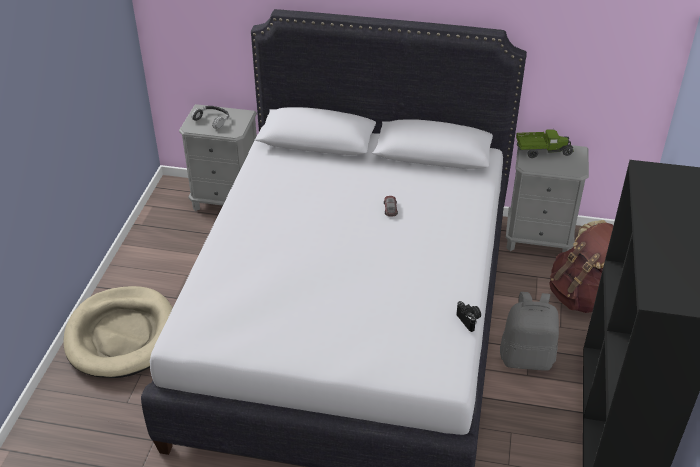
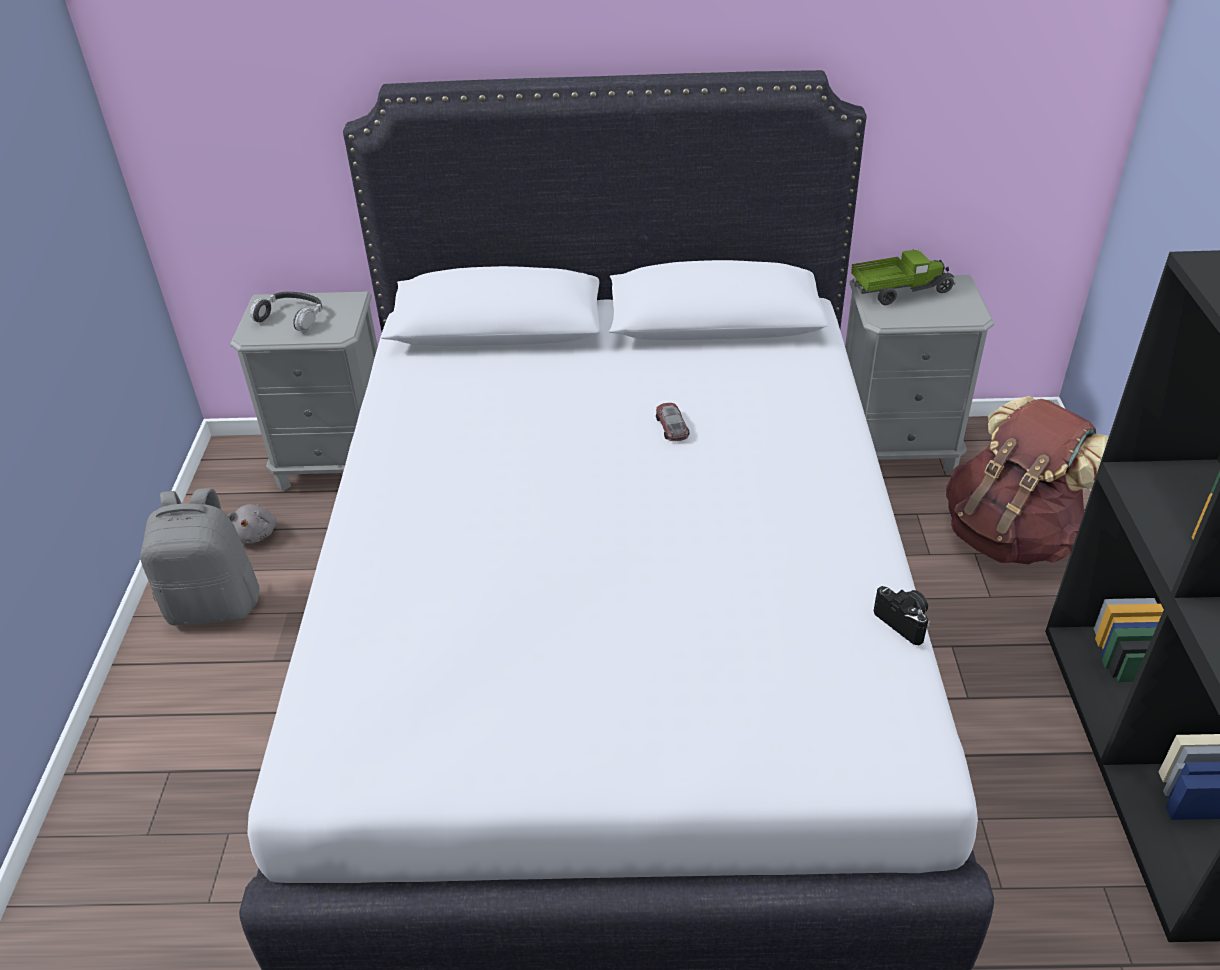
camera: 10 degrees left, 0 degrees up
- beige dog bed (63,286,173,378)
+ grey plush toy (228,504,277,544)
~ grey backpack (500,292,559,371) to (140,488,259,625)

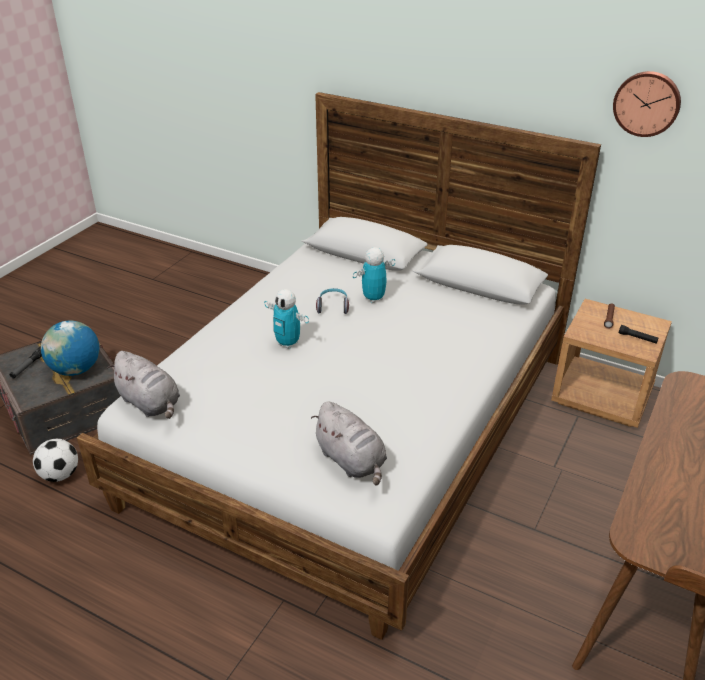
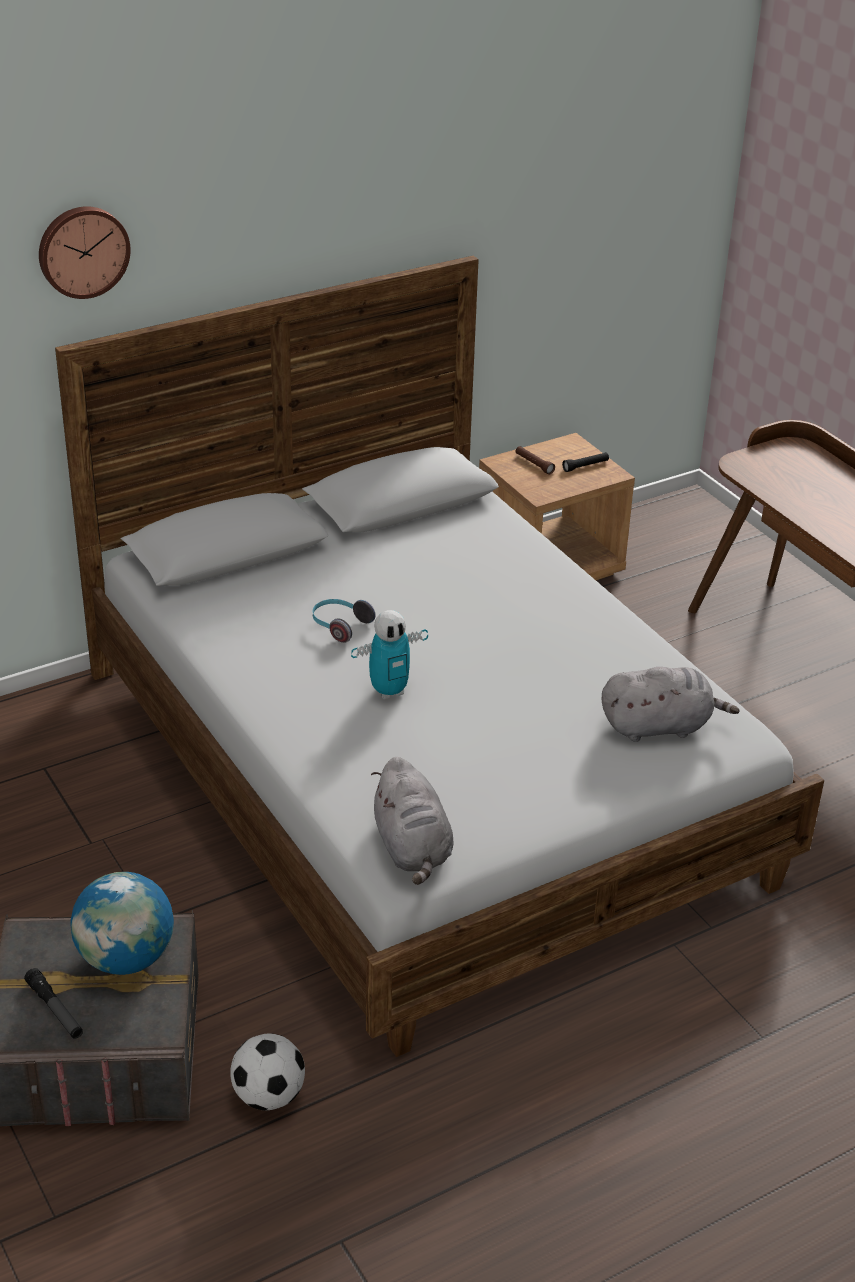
camera: 60 degrees left, 0 degrees up
- toy robot (353,247,395,303)
~ wall clock (613,71,681,137) to (39,206,131,299)
~ grey plush toy (107,351,180,419) = (371,757,453,885) 90 degrees clockwise

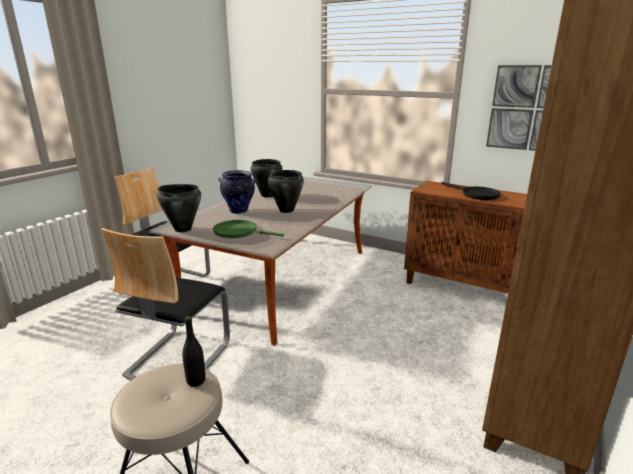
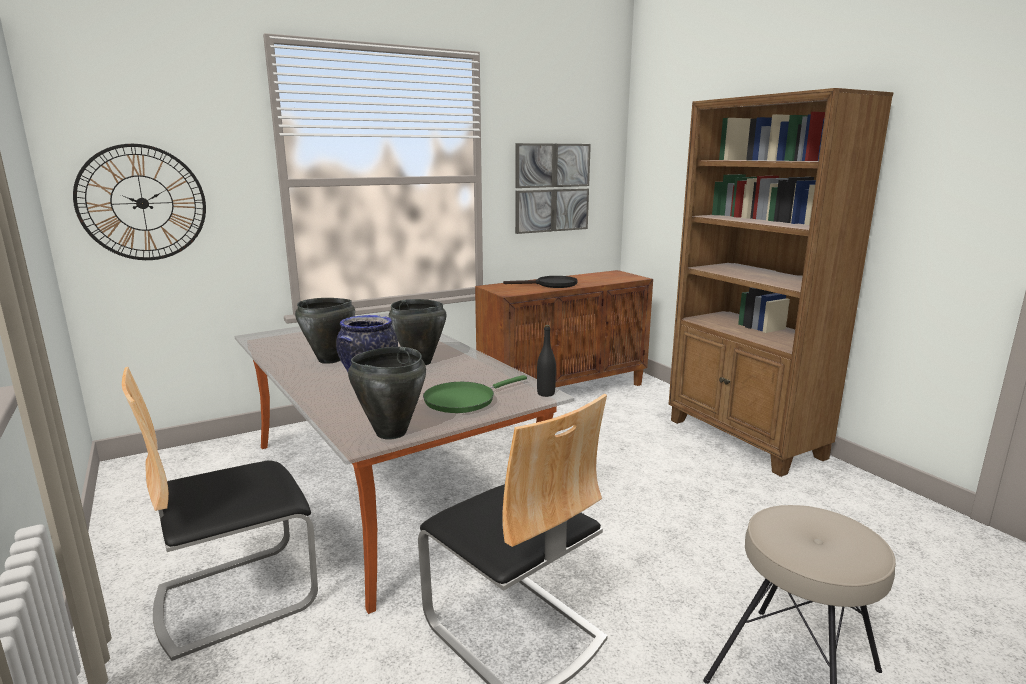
camera: 60 degrees left, 5 degrees down
+ wall clock (73,144,206,260)
~ black bottle (182,316,206,387) to (537,325,556,397)

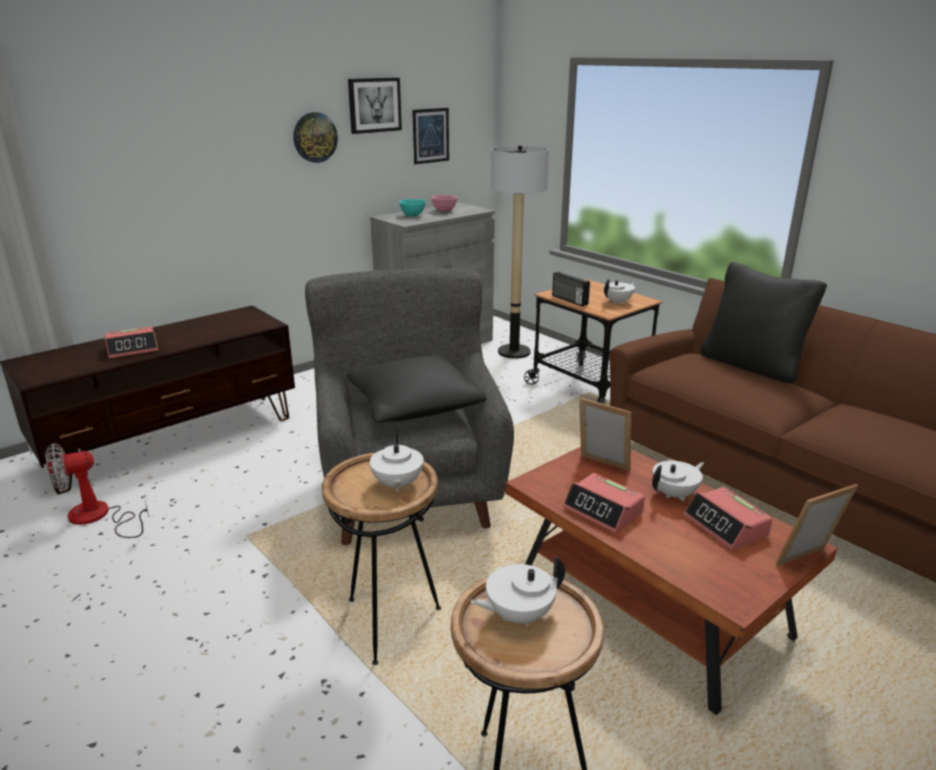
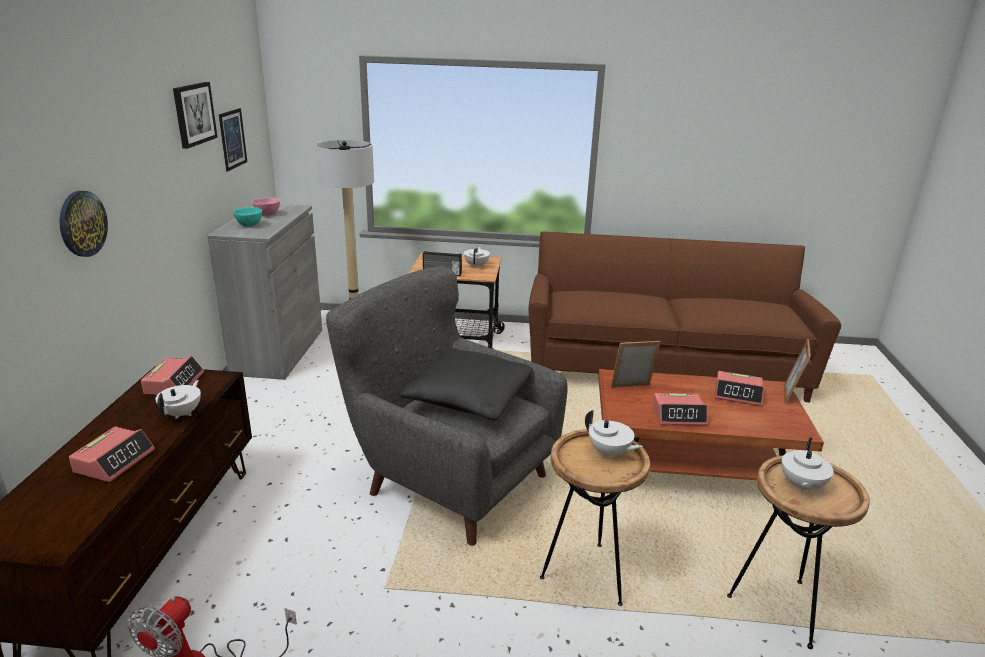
camera: 45 degrees left, 0 degrees up
- black pillow (700,262,827,383)
+ alarm clock (141,356,204,395)
~ wall clock (293,112,338,163) to (60,191,108,257)
~ white teapot (652,461,704,501) to (155,380,201,419)

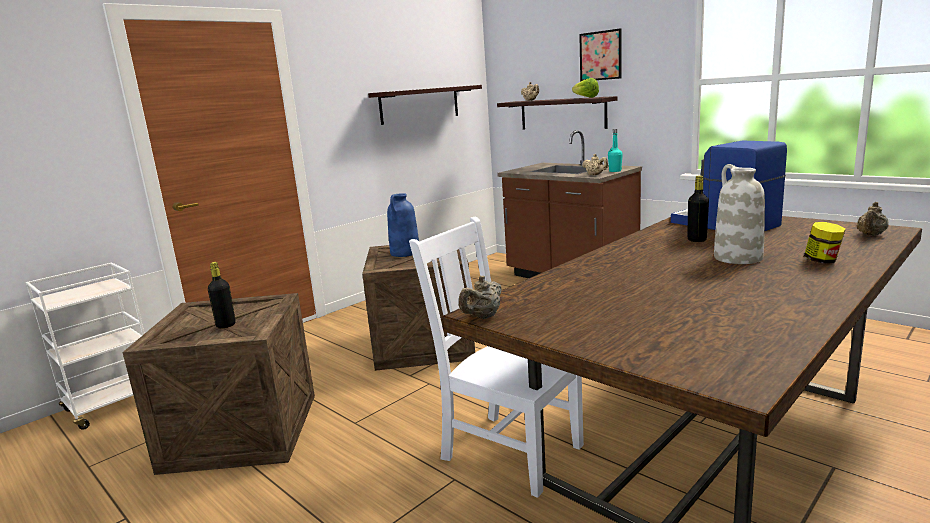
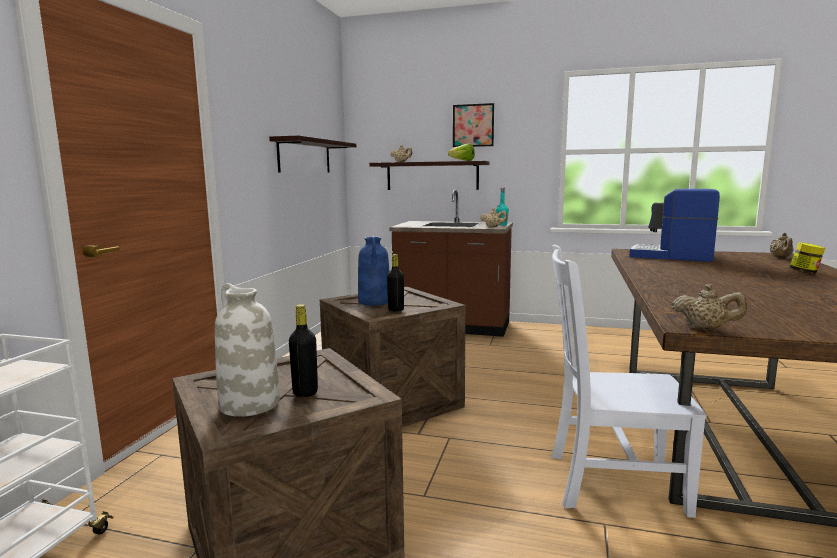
camera: 30 degrees left, 5 degrees down
~ black bottle (687,175,709,242) to (387,254,404,312)
~ white vase (714,164,765,264) to (215,283,280,417)
~ beige teapot (459,276,502,319) = (672,284,747,330) 75 degrees counterclockwise

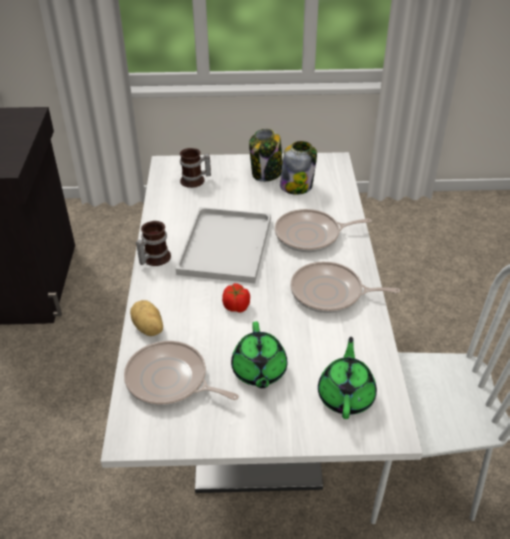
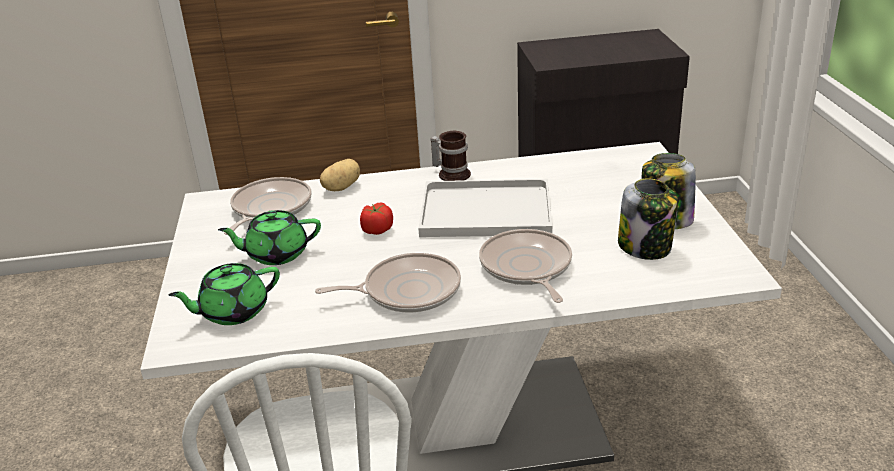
camera: 85 degrees right, 10 degrees down
- mug (180,148,211,188)
~ frying pan (290,261,400,313) = (315,253,461,313) 75 degrees clockwise
~ green teapot (318,337,377,419) = (169,263,280,325) 150 degrees clockwise

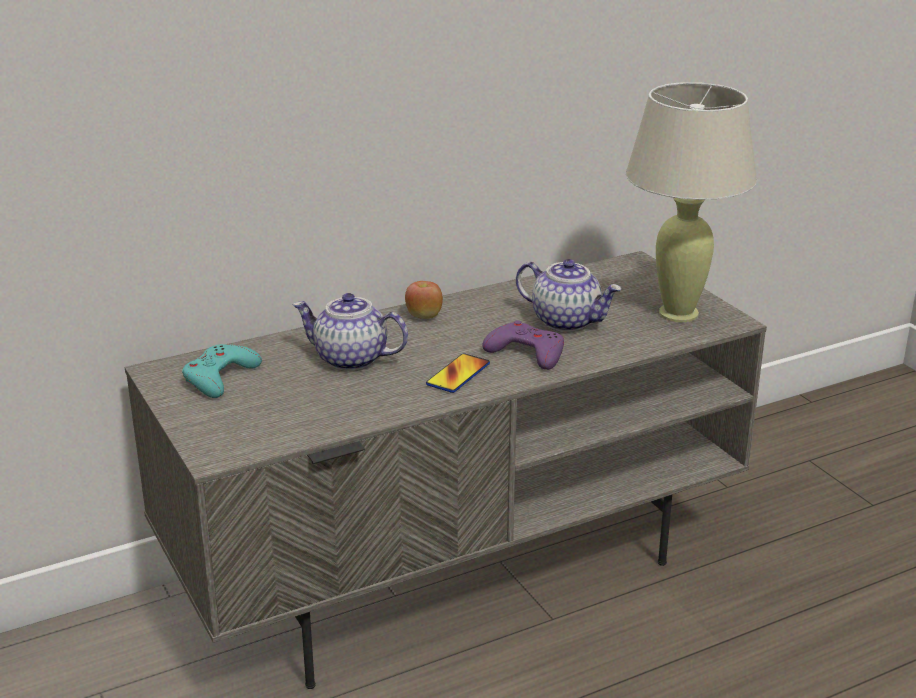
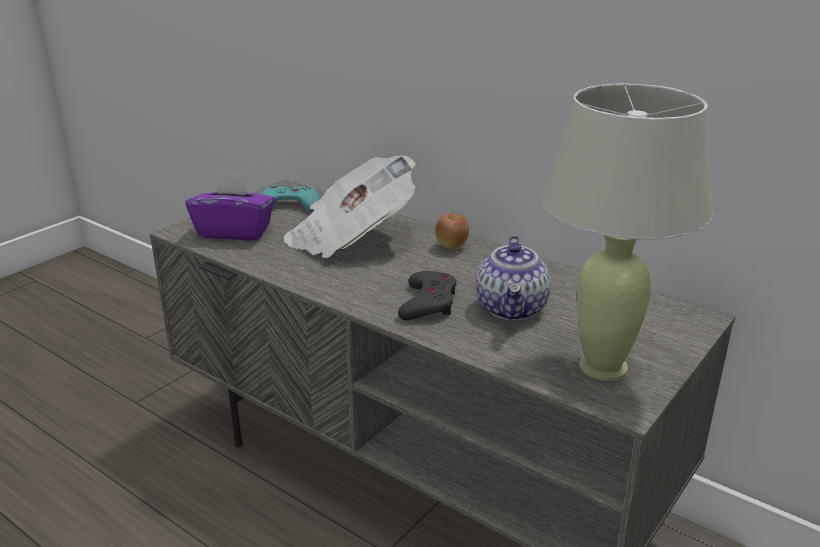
camera: 65 degrees right, 0 degrees up
- phone (426,353,490,393)
+ purple tissue box (186,172,275,241)
~ teapot (292,293,408,371) to newspaper (284,155,416,258)
~ purple game controller (482,320,564,370) to grey game controller (398,271,457,320)

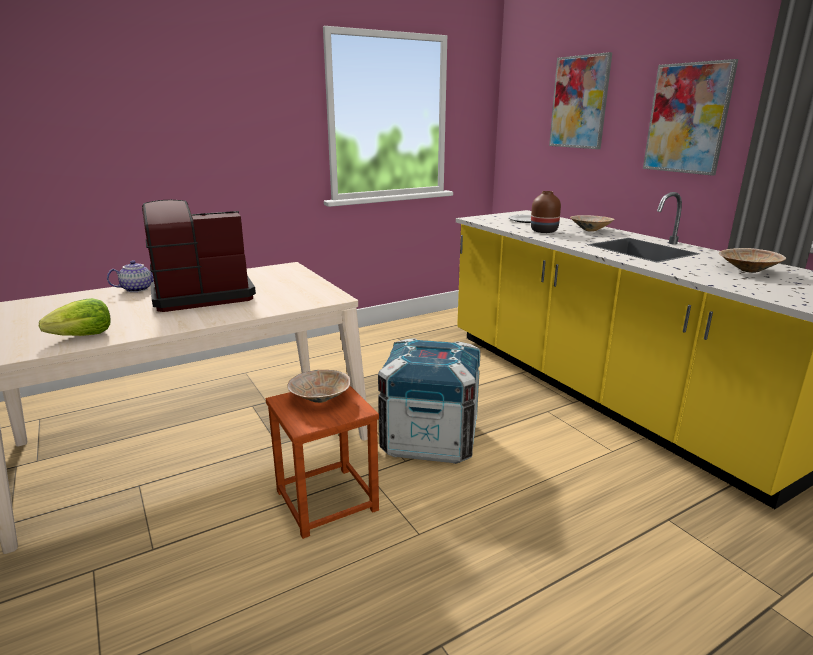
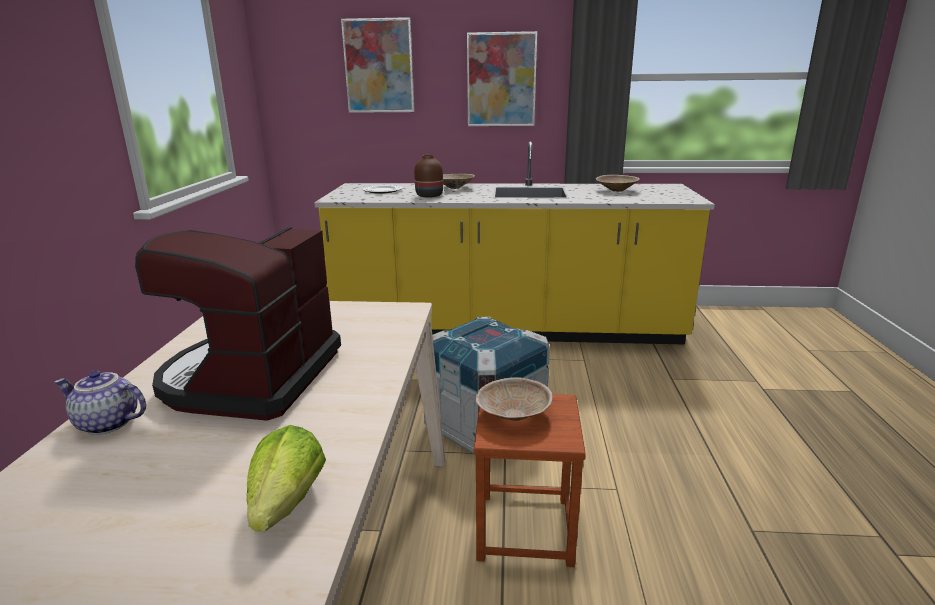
camera: 55 degrees left, 0 degrees up
~ teapot (107,260,154,292) = (55,370,146,435) 75 degrees counterclockwise

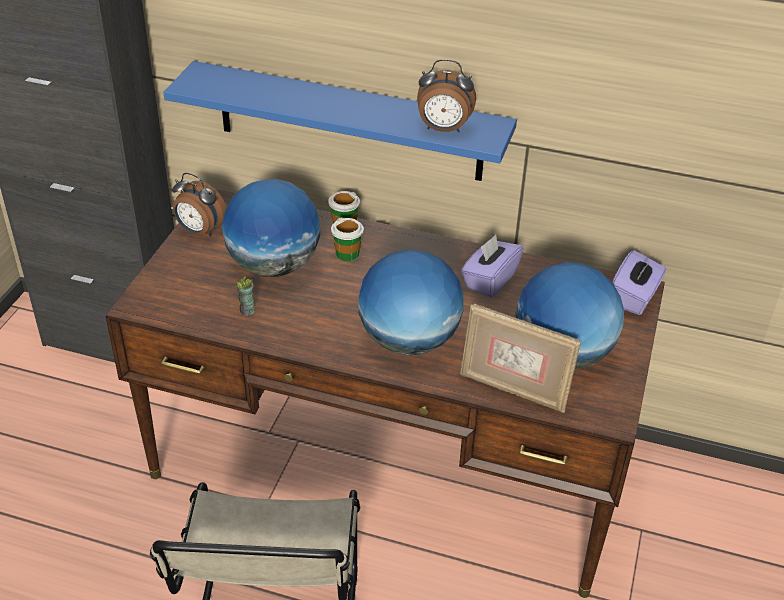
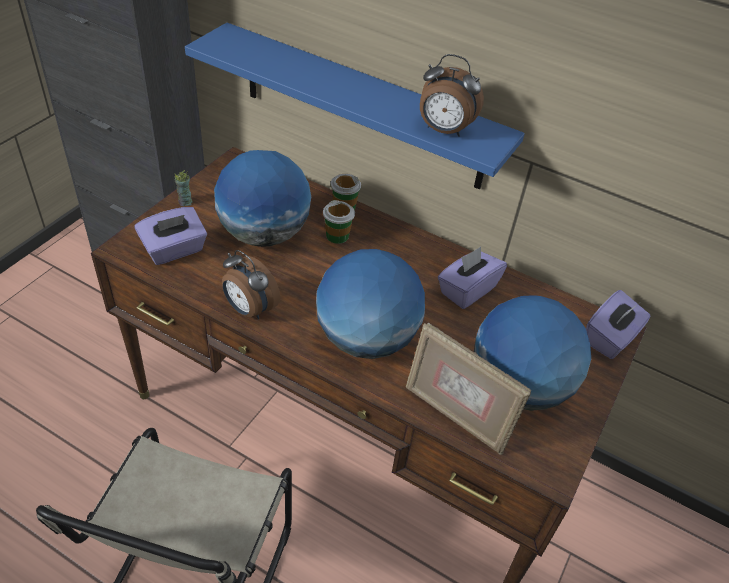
camera: 10 degrees right, 5 degrees up
+ purple tissue box (134,207,207,265)
~ alarm clock (172,173,227,237) to (222,250,280,319)
~ cup (236,276,255,316) to (175,170,193,206)

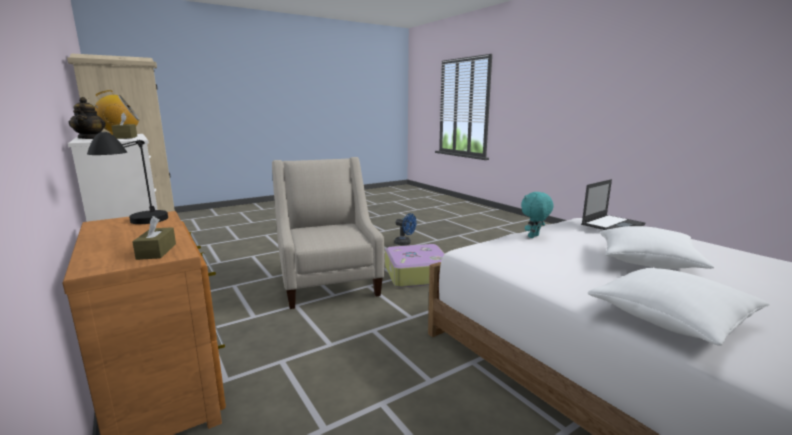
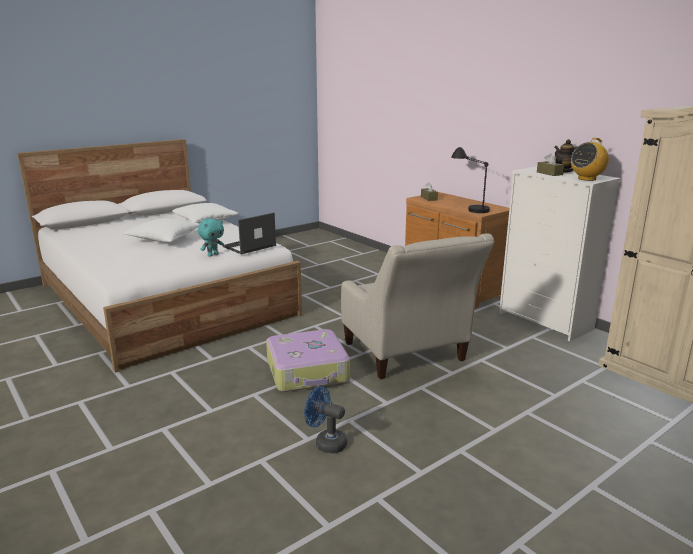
camera: 175 degrees right, 5 degrees up
~ laptop (581,179,645,230) to (222,213,276,255)

